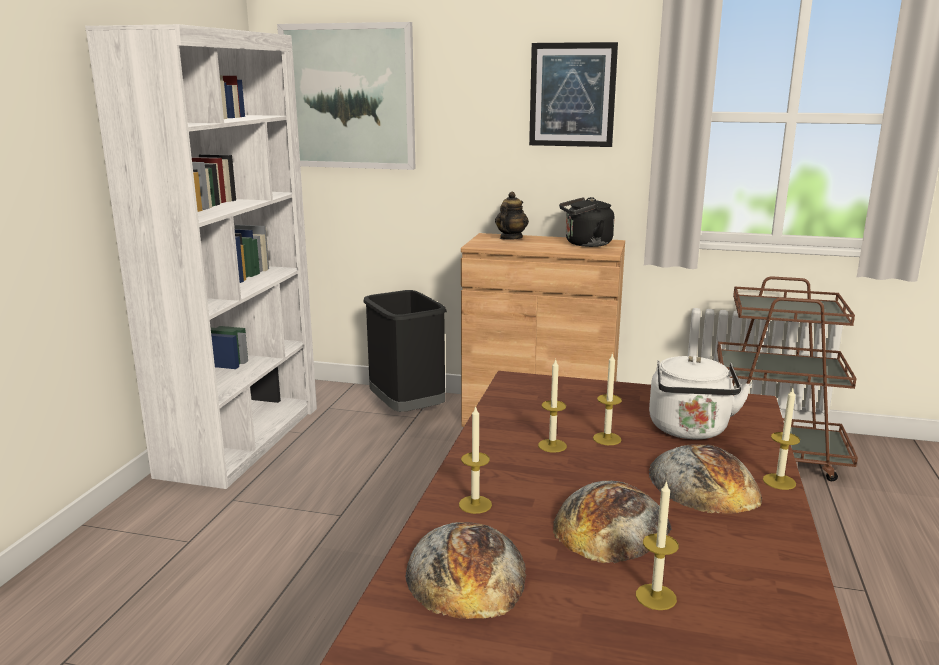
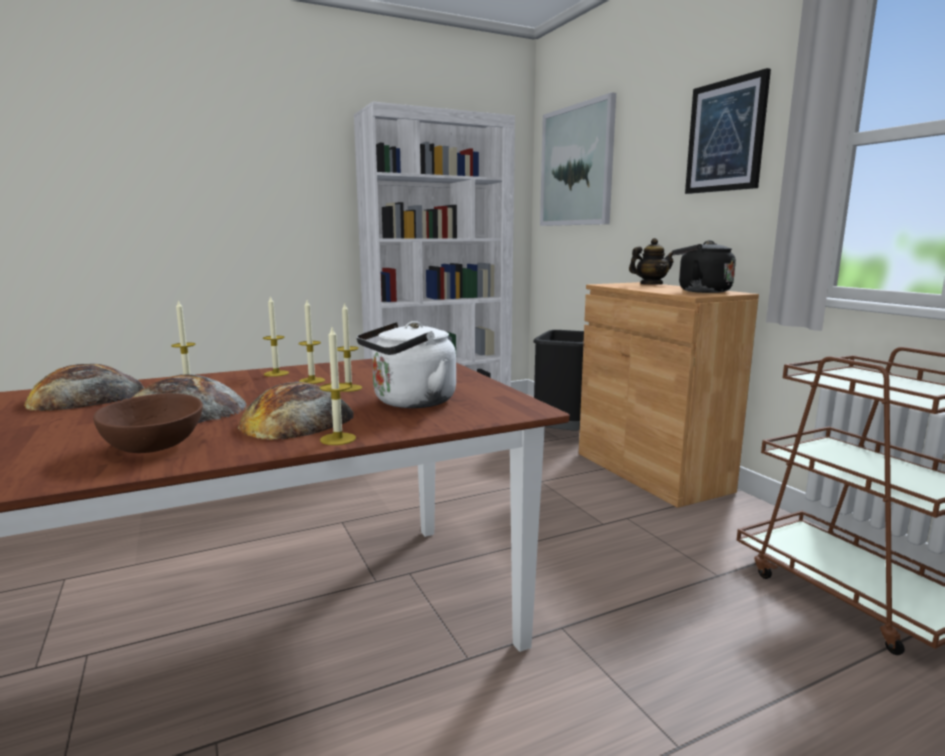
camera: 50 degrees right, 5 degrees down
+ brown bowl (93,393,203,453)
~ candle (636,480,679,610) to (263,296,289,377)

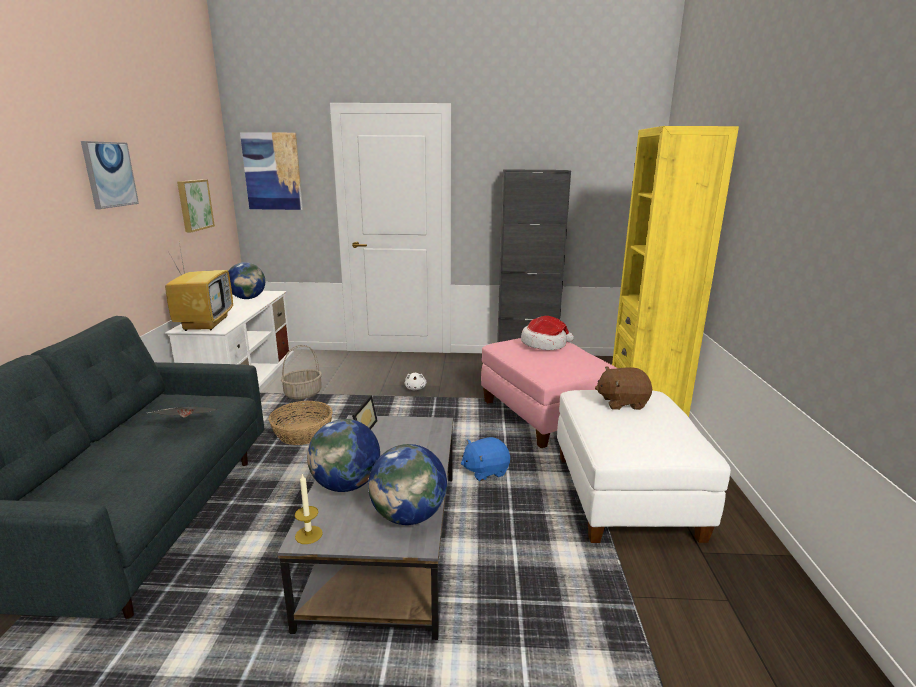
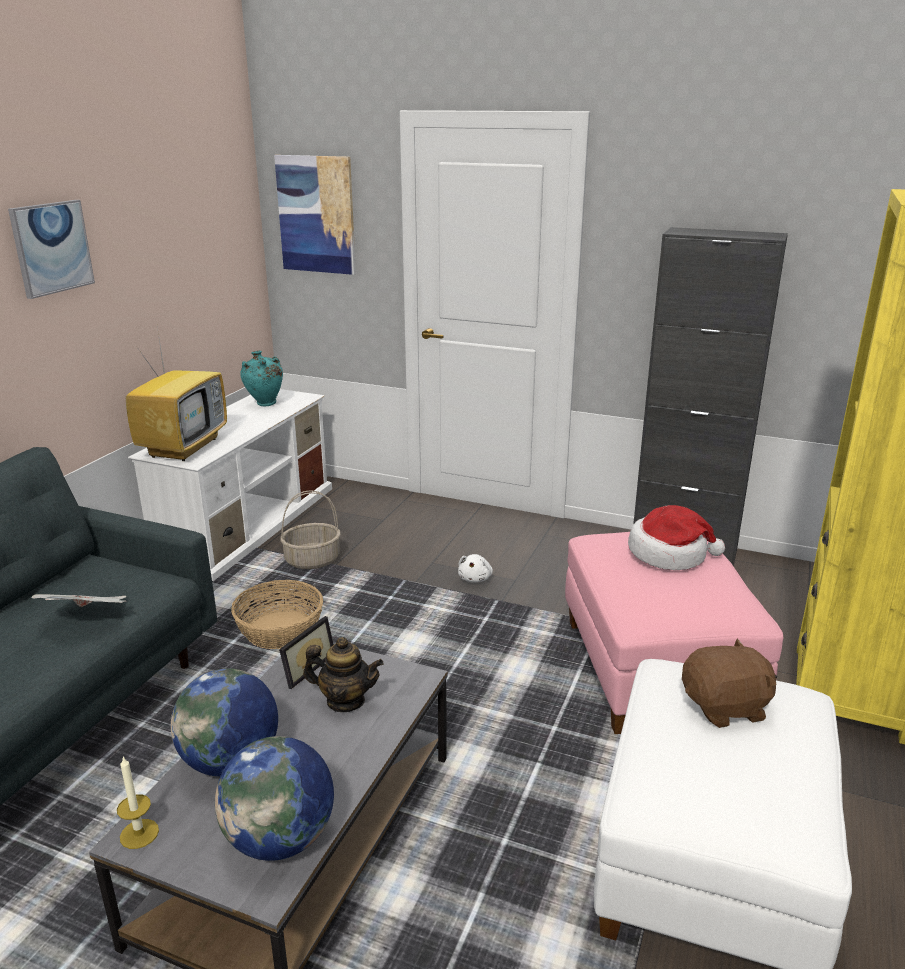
camera: 20 degrees right, 5 degrees up
- picture (177,179,215,232)
- blue plush toy (461,437,510,481)
+ teapot (303,637,384,712)
~ globe (228,262,265,299) to turquoise vase (240,351,283,406)
~ brown plush toy (595,367,652,410) = (682,638,777,728) 150 degrees clockwise

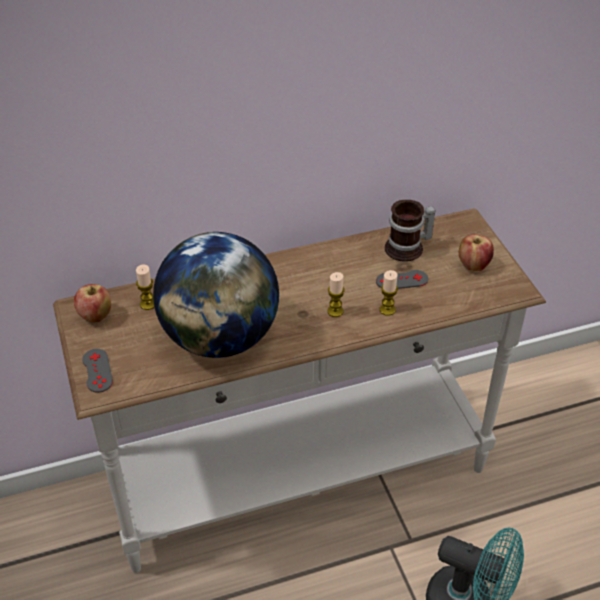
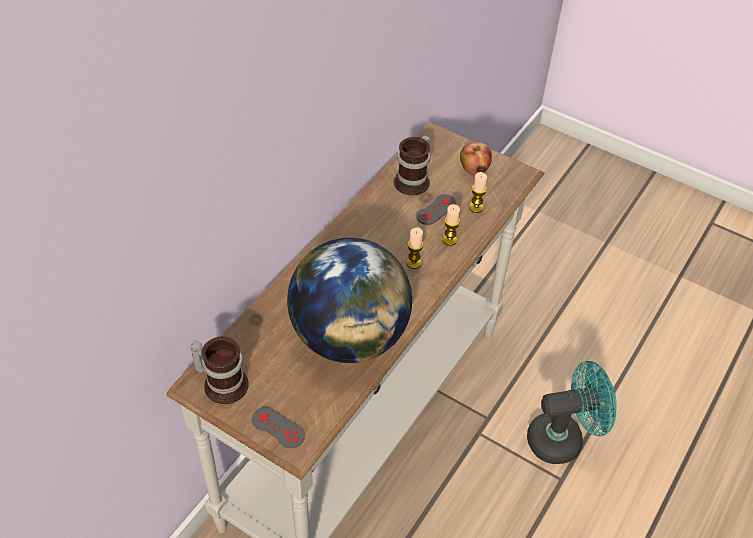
camera: 40 degrees left, 5 degrees up
~ candle (136,265,154,310) to (469,172,487,213)
~ apple (74,284,111,322) to mug (190,336,249,404)

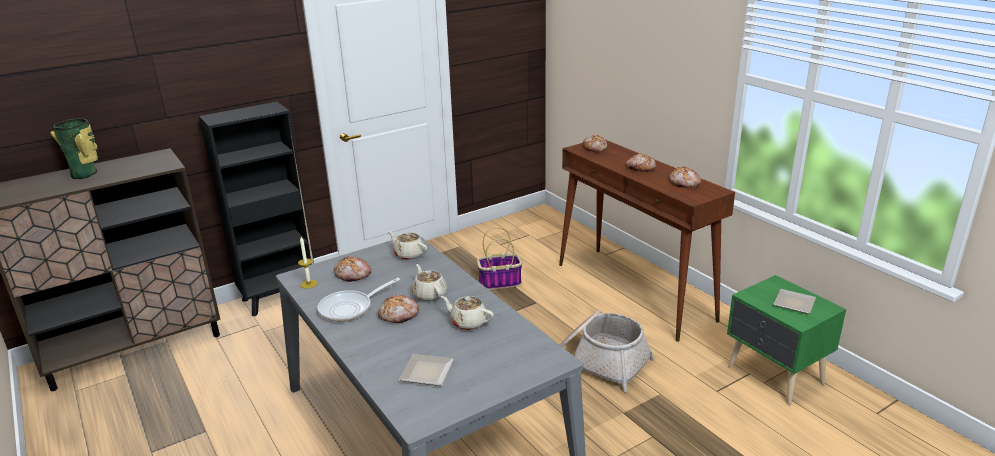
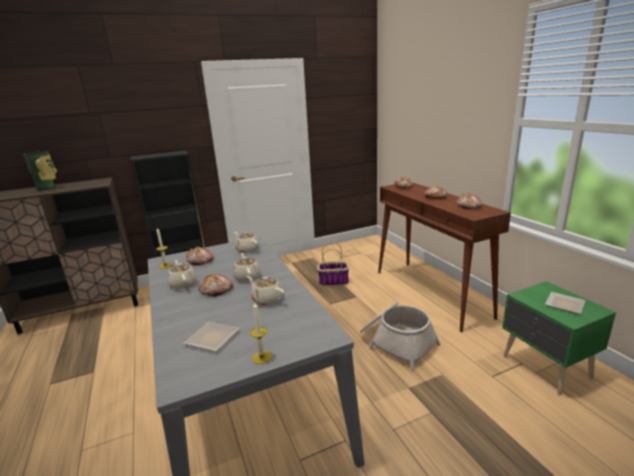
camera: 10 degrees right, 5 degrees down
+ candle (250,302,272,364)
~ frying pan (318,278,400,322) to beige teapot (167,260,197,289)

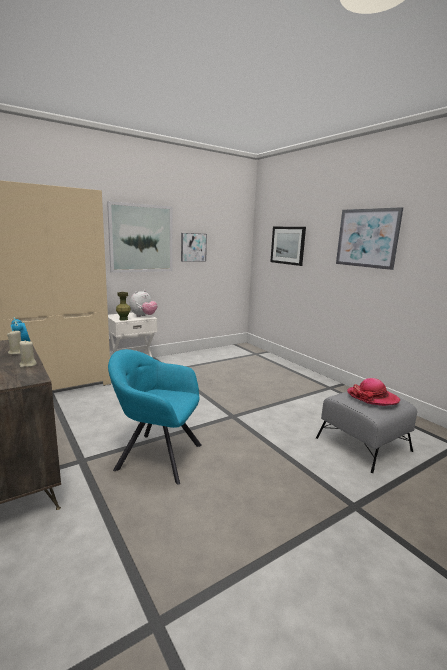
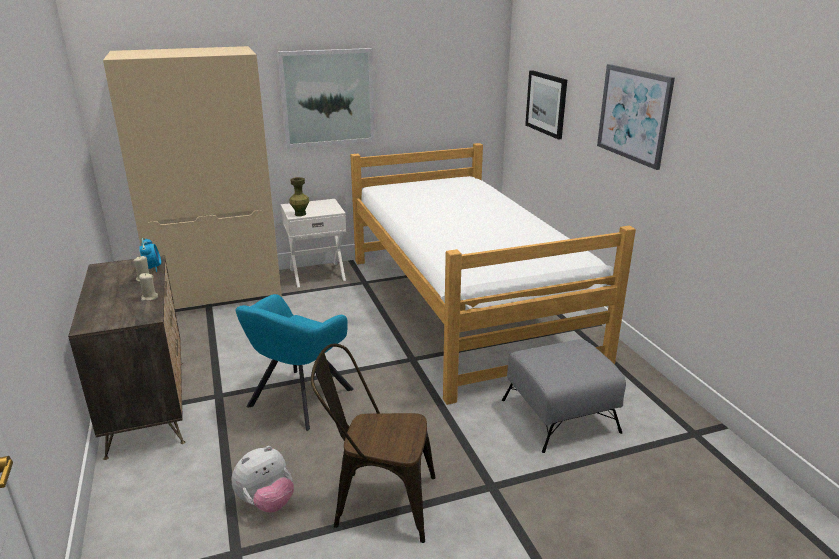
camera: 15 degrees right, 10 degrees up
- picture (181,233,207,262)
- hat (347,378,400,406)
+ brown chair (311,343,436,543)
+ bed (350,143,636,405)
~ plush toy (129,290,158,317) to (231,446,294,512)
~ turquoise armchair (108,349,202,485) = (236,294,354,431) 90 degrees counterclockwise

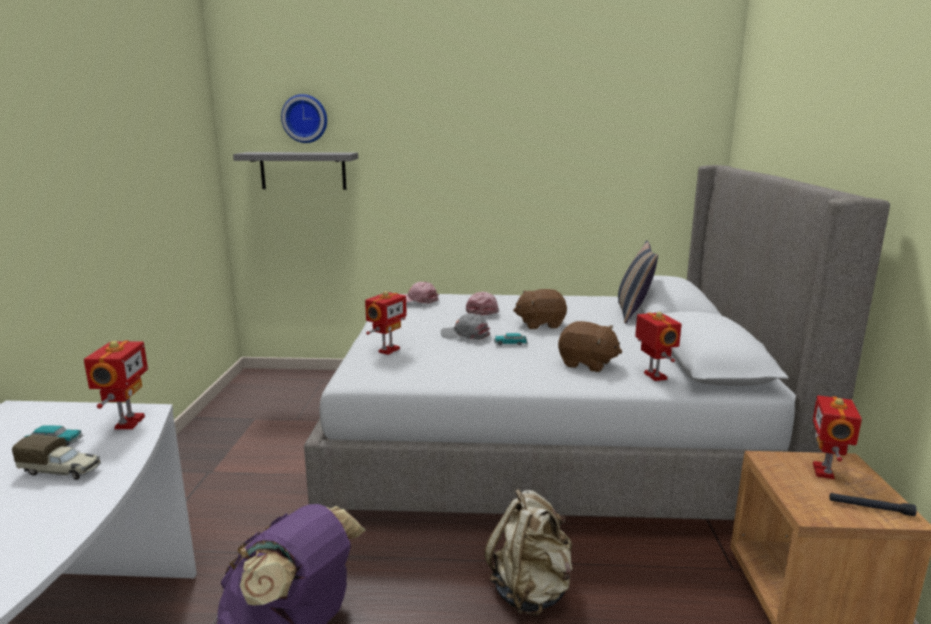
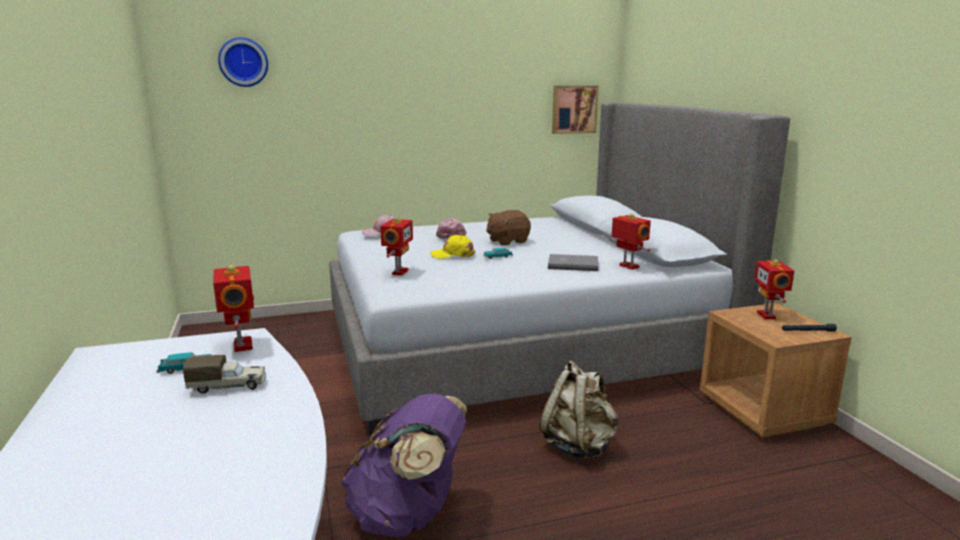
camera: 20 degrees left, 0 degrees up
- grey shelf (233,152,358,190)
- pillow (618,241,658,324)
+ picture (552,86,599,134)
~ brown plush toy (558,321,622,372) to grey book (548,254,599,271)
~ grey cap (441,313,490,340) to yellow cap (430,235,475,259)

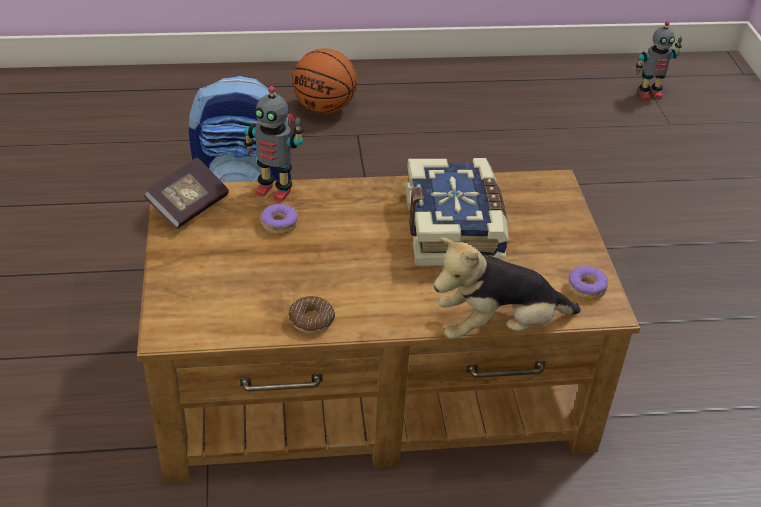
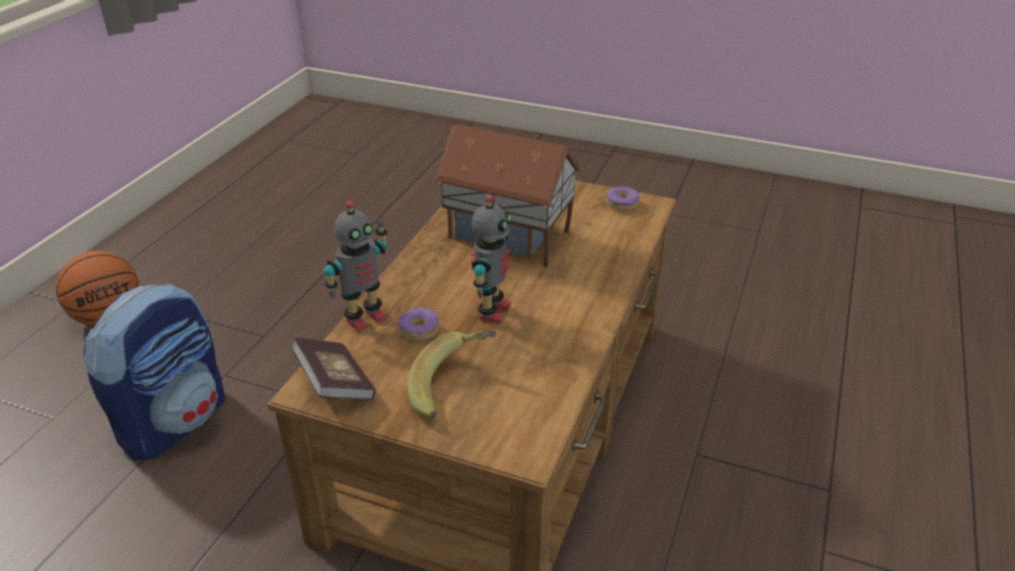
camera: 60 degrees left, 5 degrees down
- donut (289,296,335,333)
- plush toy (434,237,581,339)
+ banana (407,330,496,419)
~ toy robot (636,21,682,99) to (471,195,511,324)
~ book (406,158,509,266) to toy house (434,124,583,267)

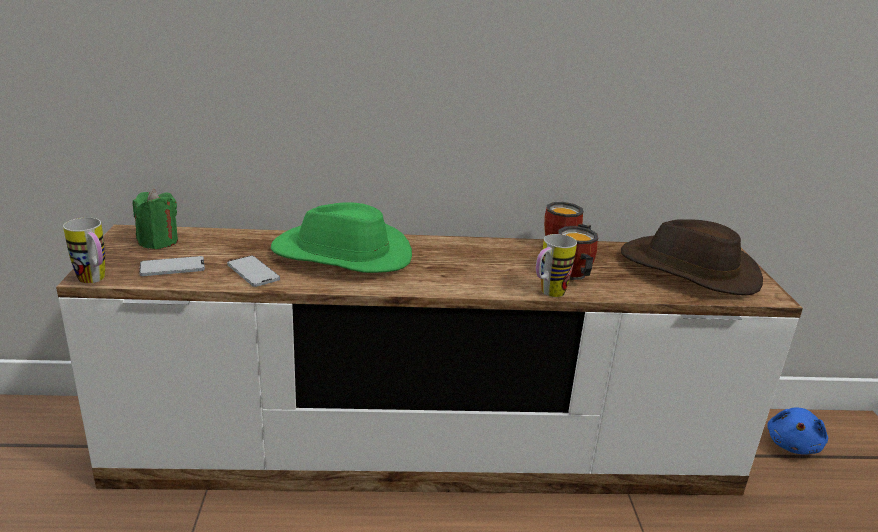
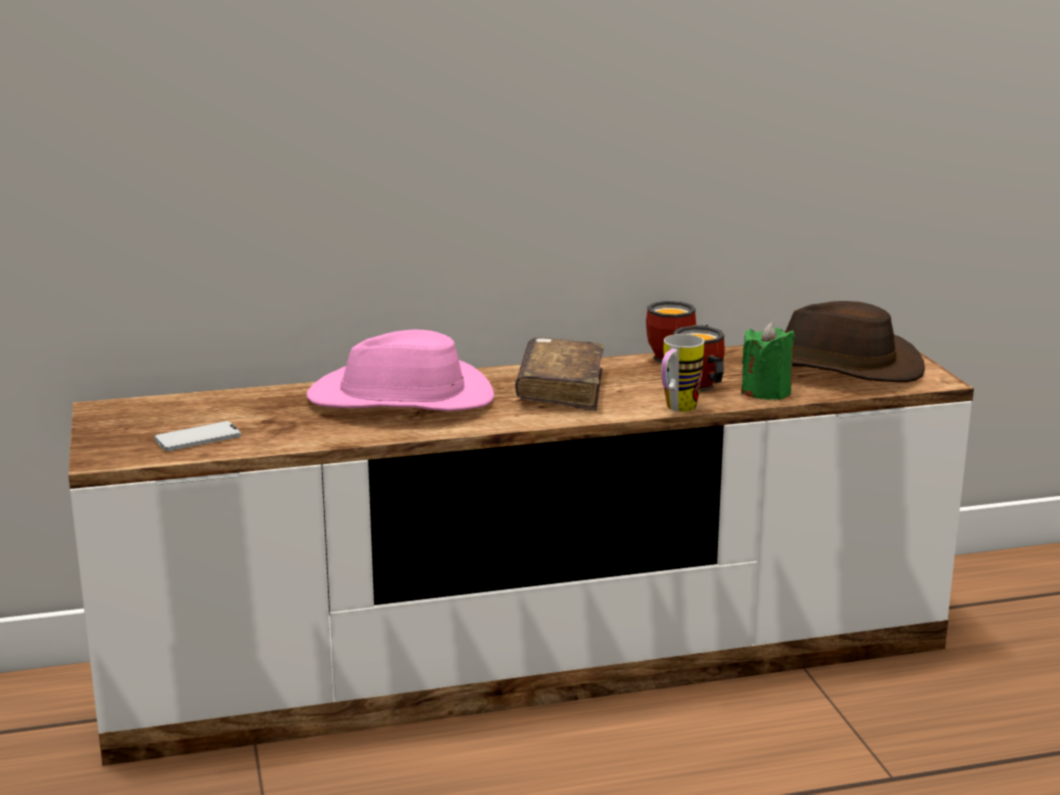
camera: 10 degrees left, 5 degrees down
- mug (63,217,105,283)
- phone (227,256,280,287)
- blue plush toy (767,407,828,455)
+ brown book (515,338,604,411)
~ green candle (133,189,178,249) to (741,322,795,400)
~ green hat (271,202,412,273) to pink hat (307,329,494,411)

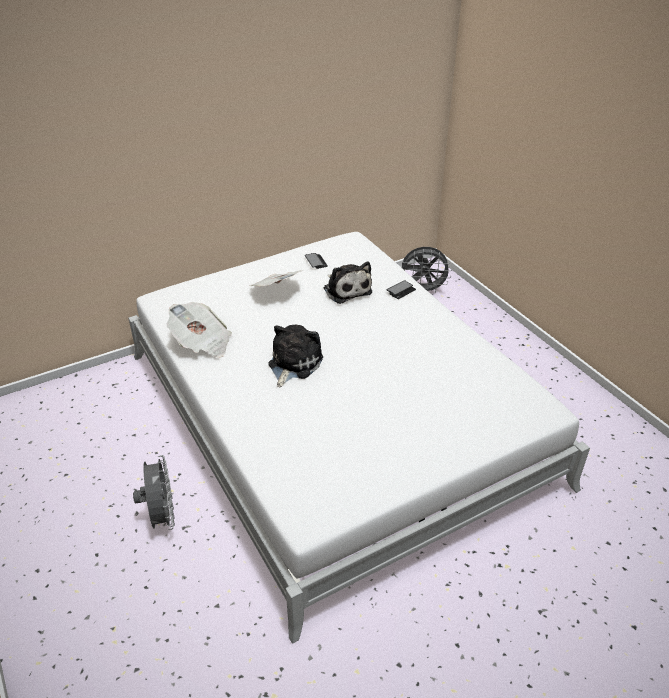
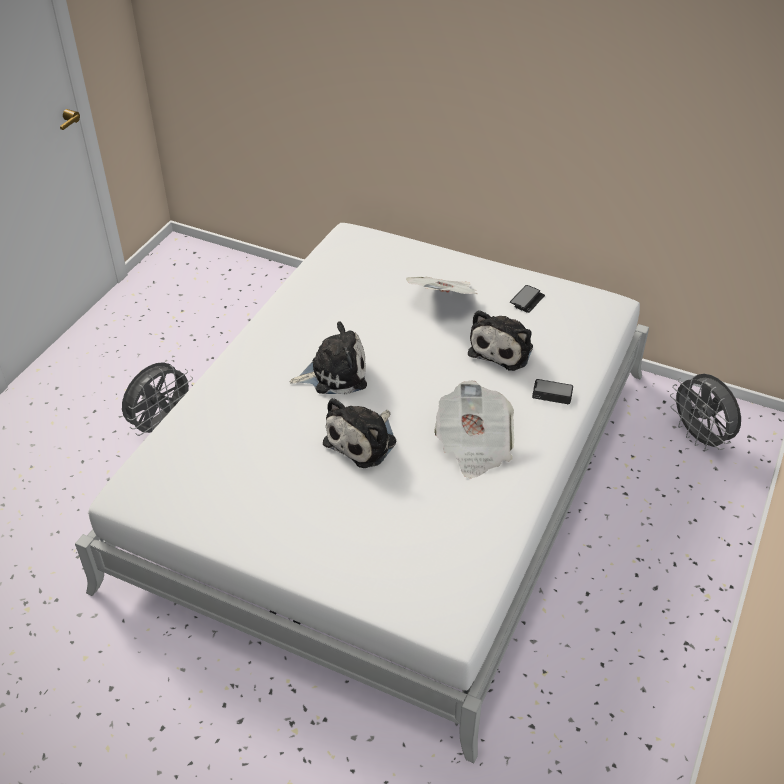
camera: 55 degrees right, 5 degrees up
+ plush toy (323,398,396,468)
~ newspaper (166,302,232,358) to (434,381,514,479)

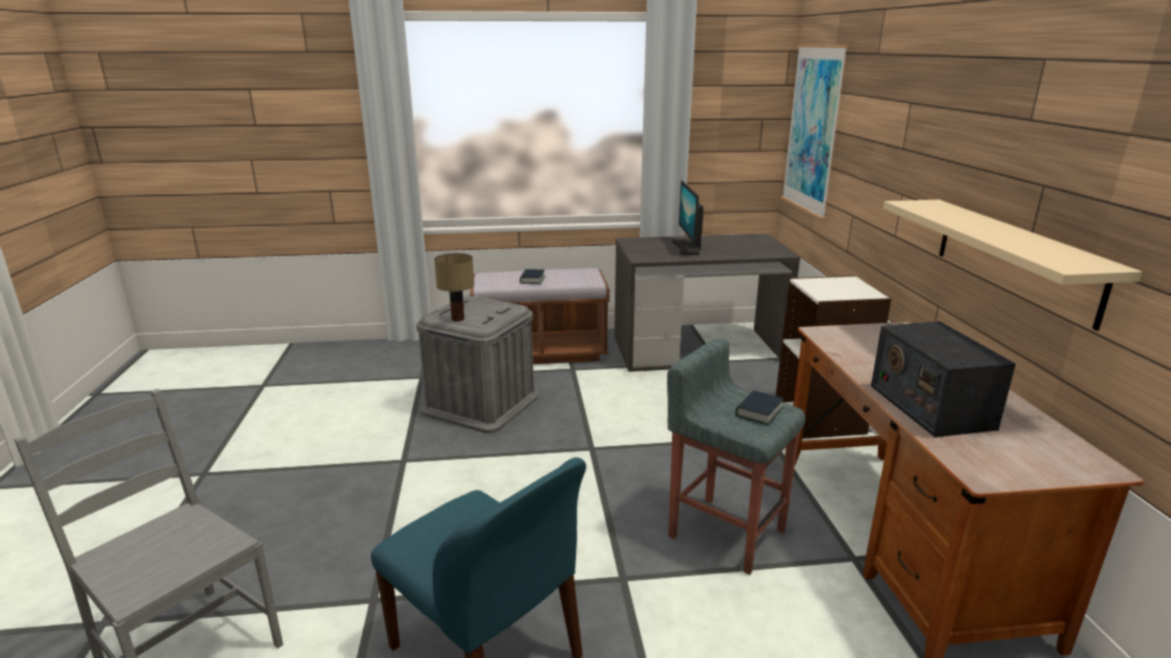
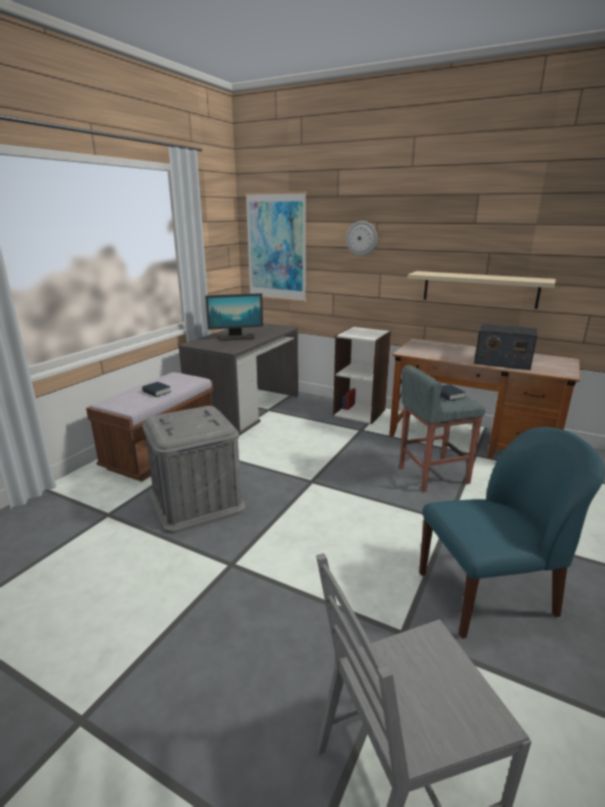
camera: 55 degrees left, 0 degrees up
- table lamp (434,253,474,321)
+ wall clock (346,221,377,256)
~ monitor (672,181,703,255) = (205,293,263,341) 45 degrees counterclockwise

